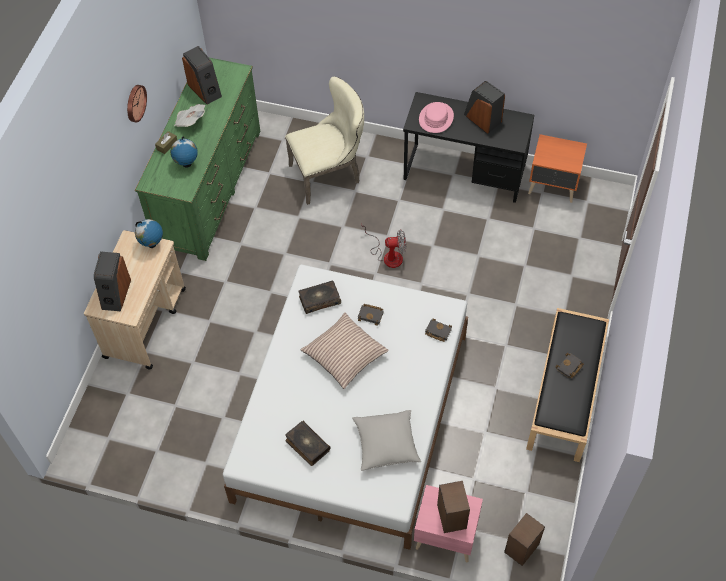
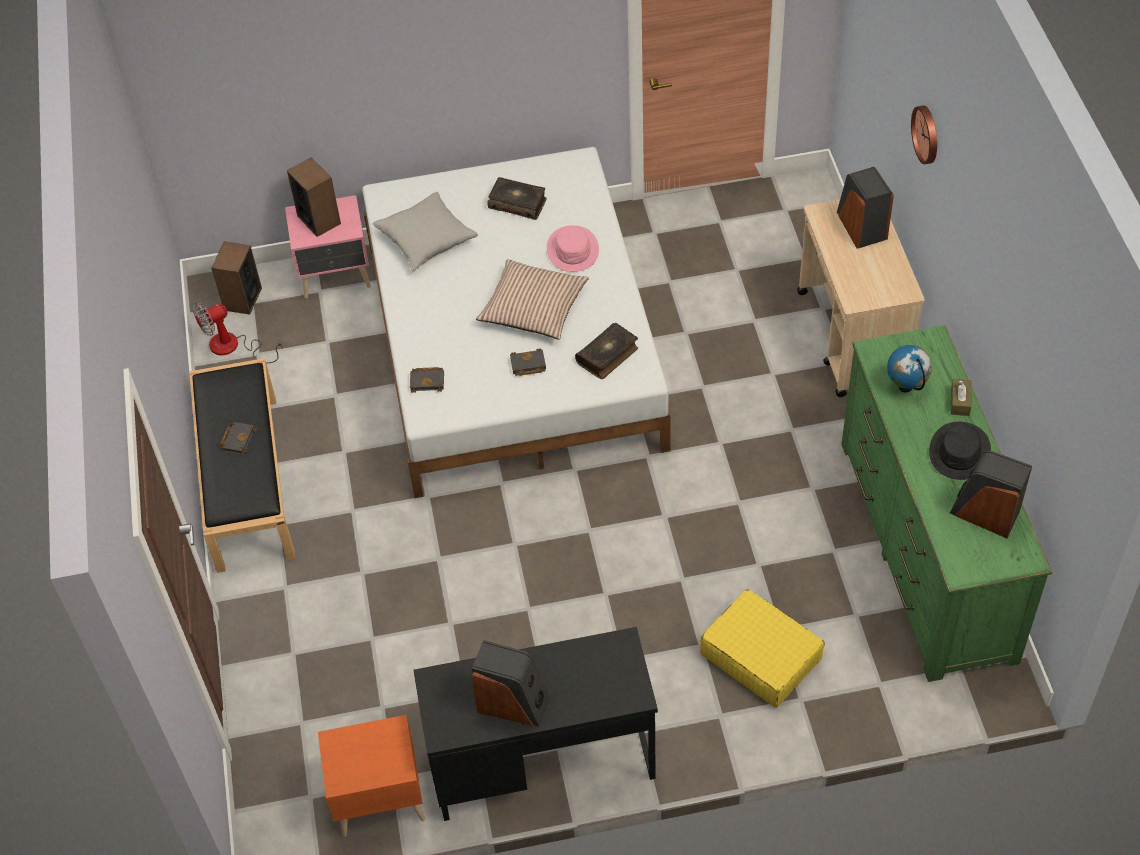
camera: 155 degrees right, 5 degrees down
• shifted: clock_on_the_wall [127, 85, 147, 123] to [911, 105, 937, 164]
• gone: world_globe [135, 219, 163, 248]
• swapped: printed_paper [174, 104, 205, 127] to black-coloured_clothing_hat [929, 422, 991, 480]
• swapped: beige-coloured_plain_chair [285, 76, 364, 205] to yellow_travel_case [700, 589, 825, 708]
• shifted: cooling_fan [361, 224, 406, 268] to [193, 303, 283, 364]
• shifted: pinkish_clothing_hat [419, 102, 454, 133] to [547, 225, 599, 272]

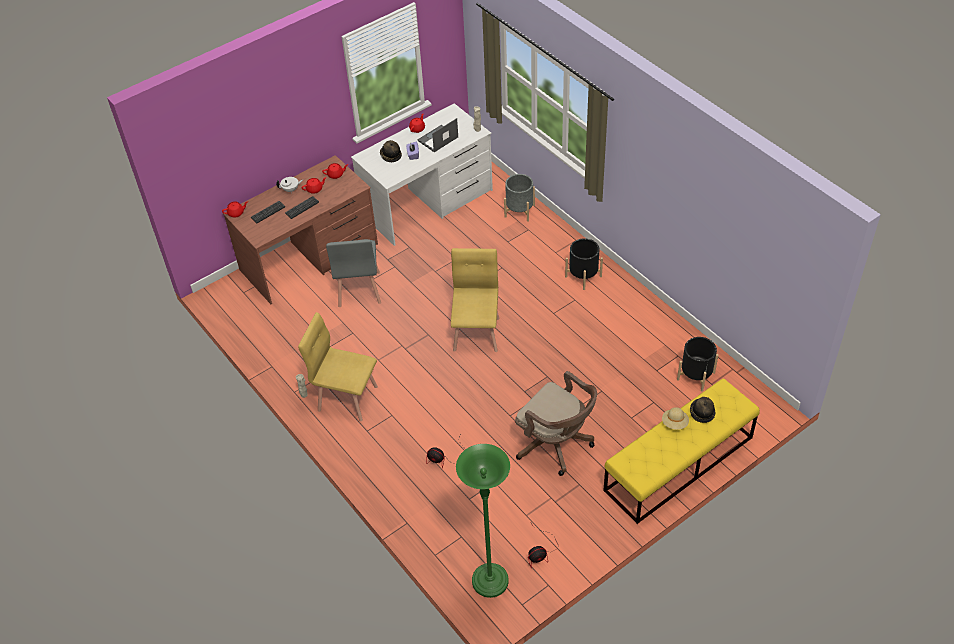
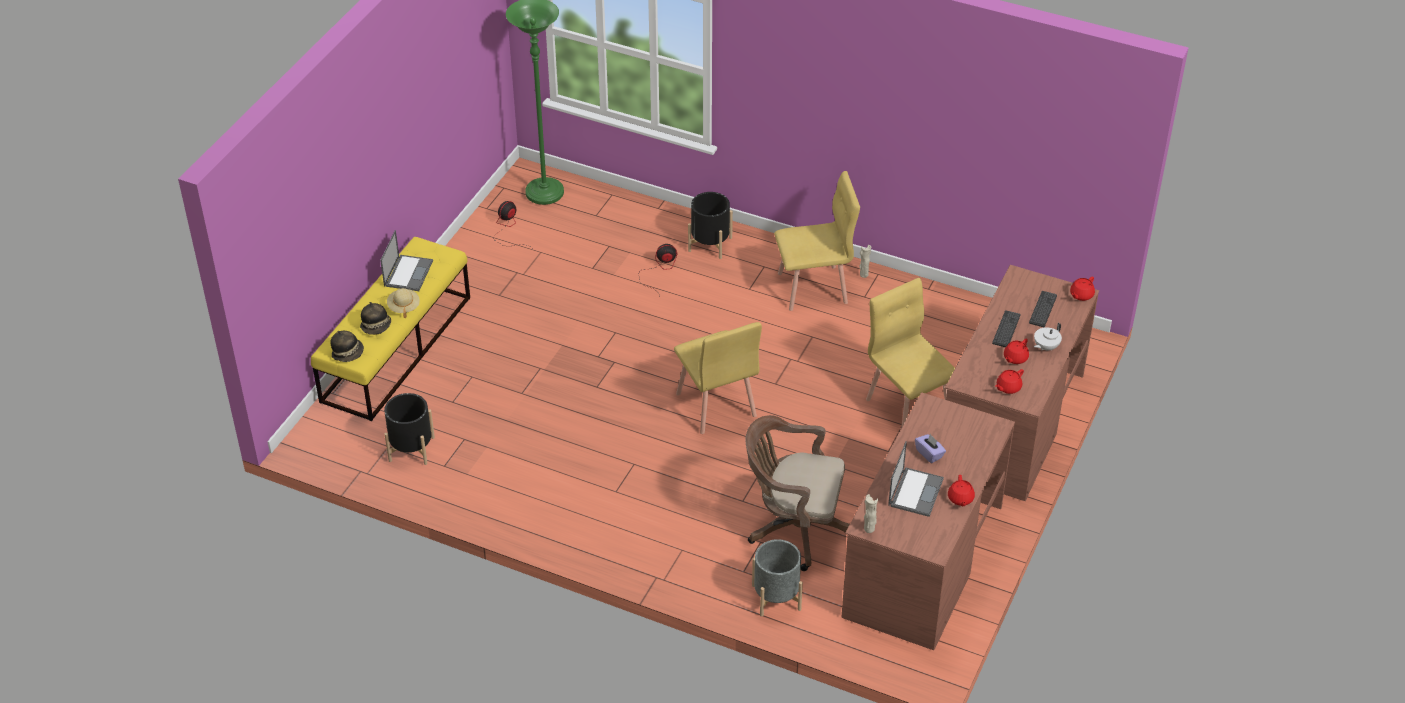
camera: 150 degrees right, 5 degrees down
• repainted: greyish_plain_chair [326, 239, 381, 307] to yellow_plain_chair [866, 278, 955, 429]
• repainted: white_desk_unit [351, 103, 493, 246] to brown_desk_unit [842, 392, 1015, 650]
• shifted: clothing_hat [380, 140, 402, 162] to [330, 331, 364, 362]
• shifted: brown_computer_chair [515, 371, 597, 476] to [746, 415, 850, 571]
• shifted: black-coloured_plant_pot [565, 238, 603, 290] to [688, 192, 733, 259]
• new: notebook_computer [380, 230, 433, 291]

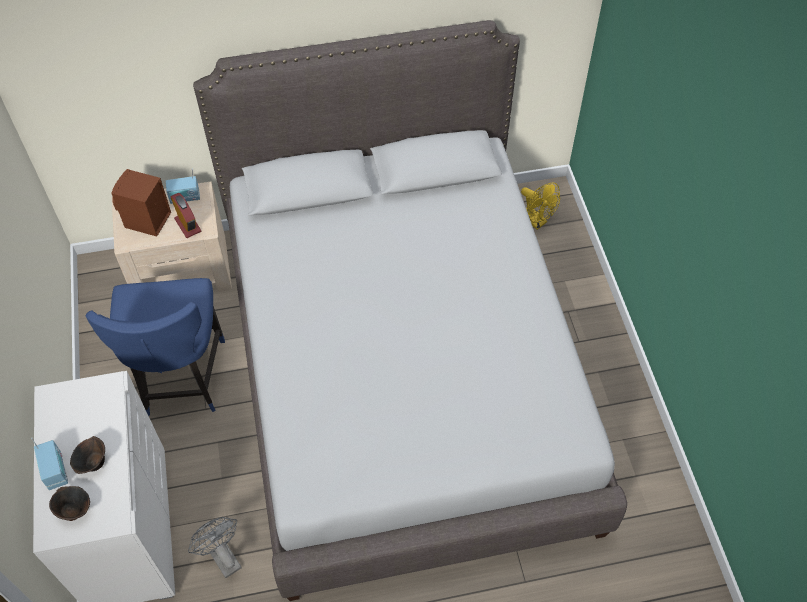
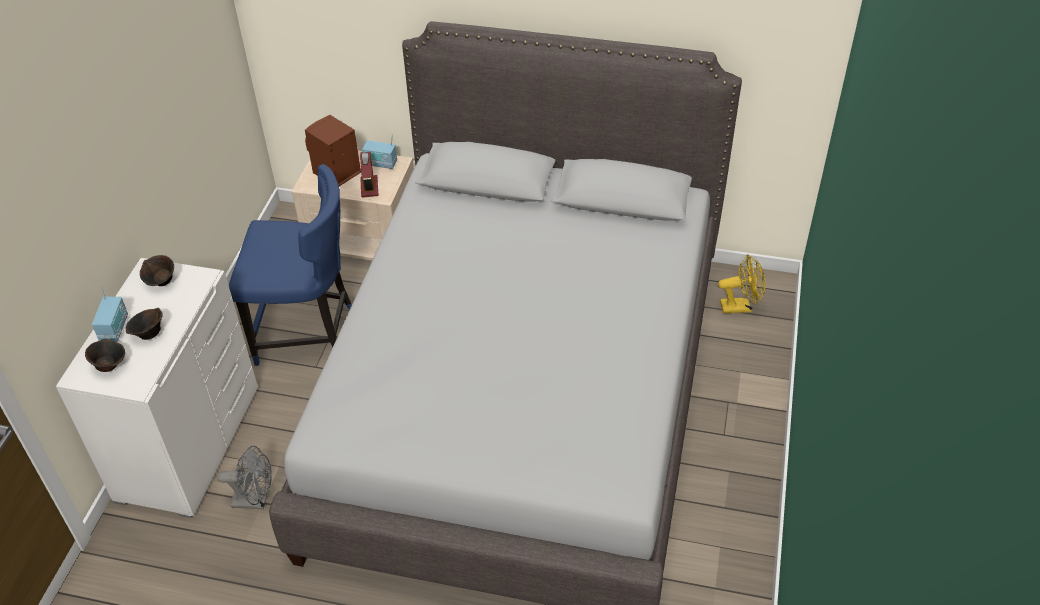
camera: 25 degrees right, 10 degrees down
• rotated: blue-coloured_plain_chair [85, 278, 225, 416] = [229, 164, 352, 366] 105 degrees counterclockwise
• rotated: greyish_cooling_fan [188, 517, 242, 578] = [217, 446, 272, 509] 105 degrees clockwise
• rotated: yellow_cooling_fan [521, 182, 560, 230] = [718, 254, 765, 314] 75 degrees counterclockwise
• new: brown_bowl [140, 255, 174, 286]

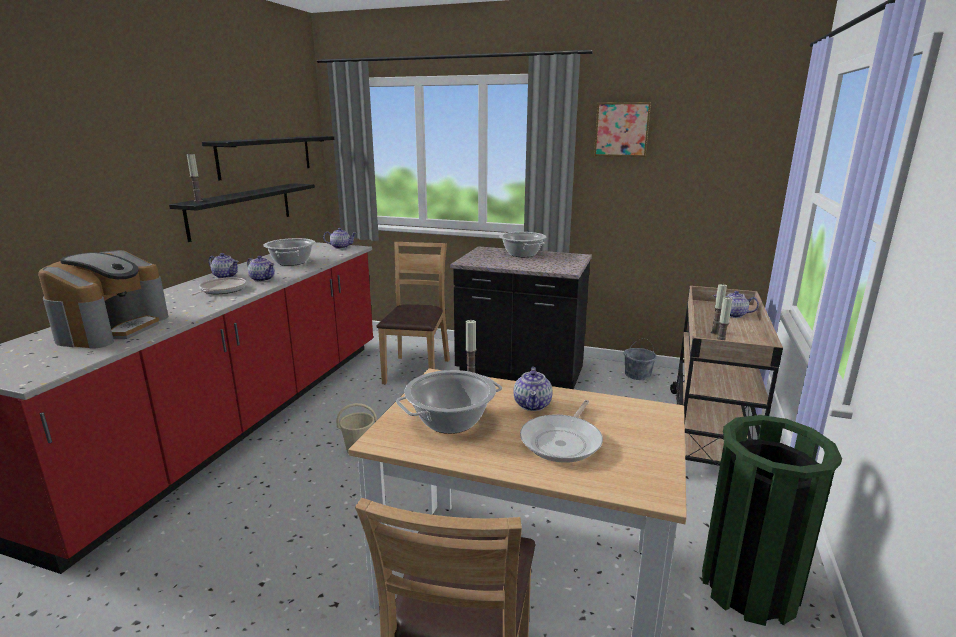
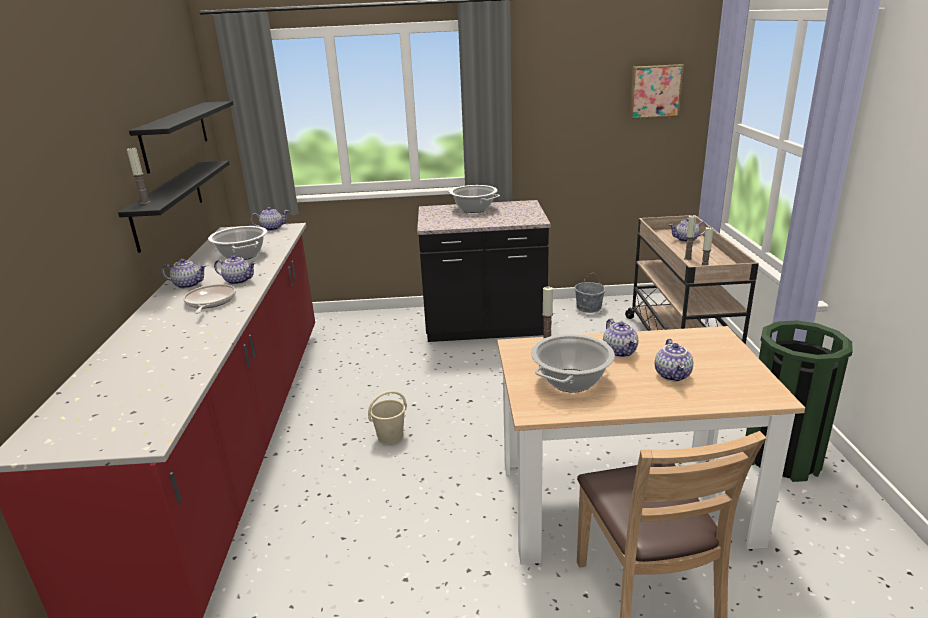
camera: 20 degrees left, 5 degrees up
• gone: coffee_machine [38, 250, 168, 349]
• gone: brown_plain_chair [377, 242, 450, 384]
• swapped: pan [520, 400, 603, 463] to pot_for_tea [655, 339, 693, 381]
• shifted: wall_picture [594, 102, 651, 157] to [629, 64, 684, 119]

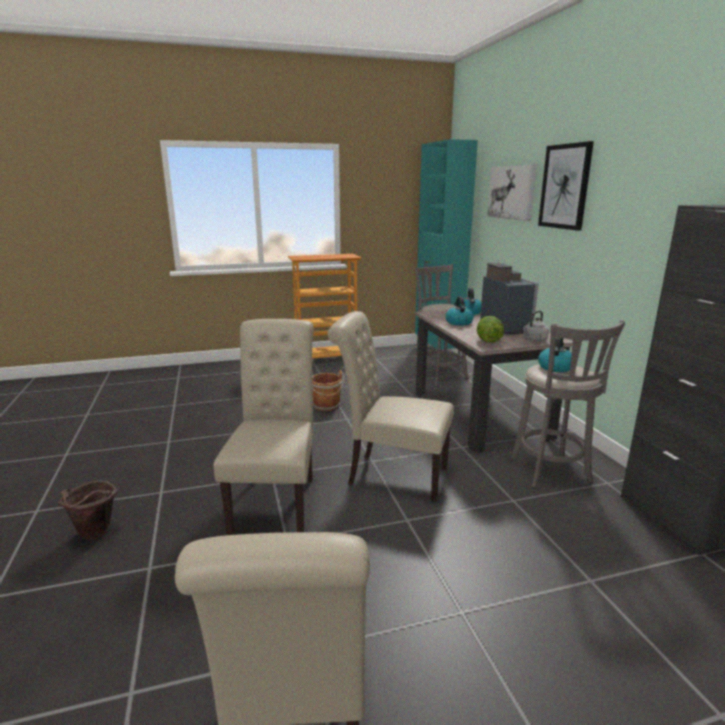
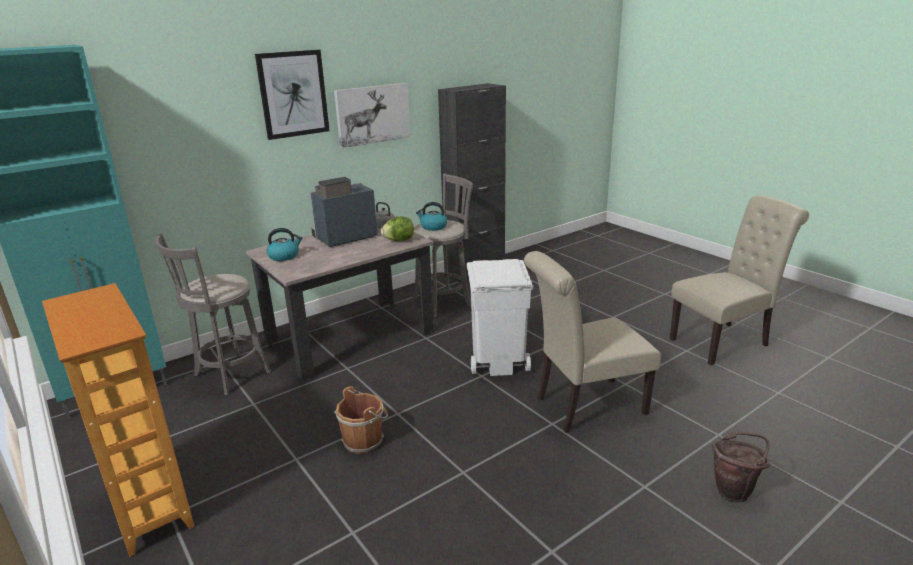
camera: 110 degrees left, 5 degrees up
• swapped: beige-coloured_plain_chair [328, 311, 454, 502] to white_rubbish_bin [467, 259, 533, 376]
• gone: tea_kettle [445, 296, 474, 326]
• shifted: wall_picture [487, 165, 537, 221] to [334, 83, 411, 148]

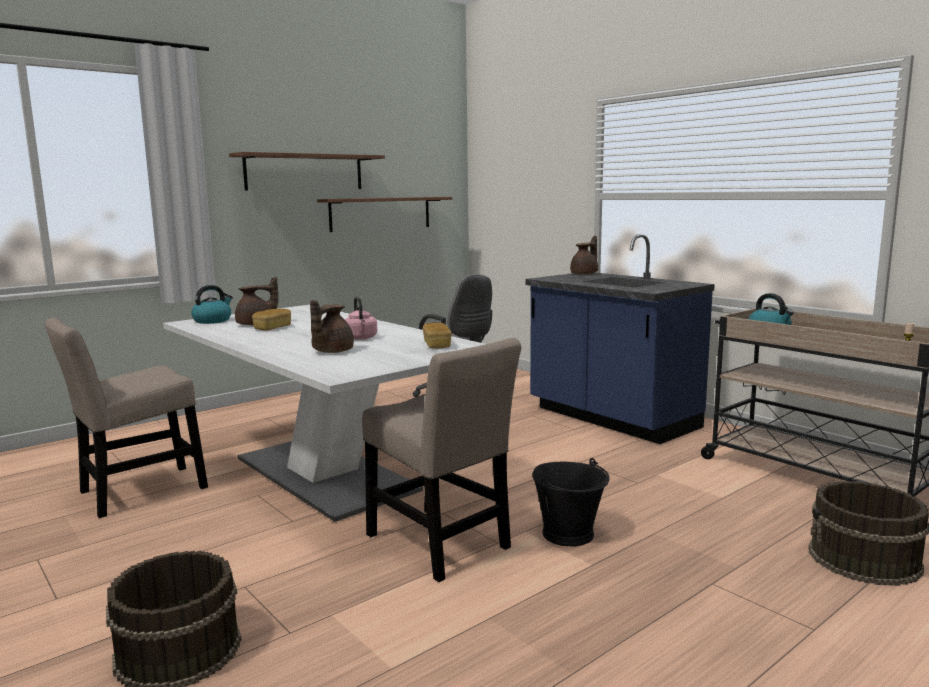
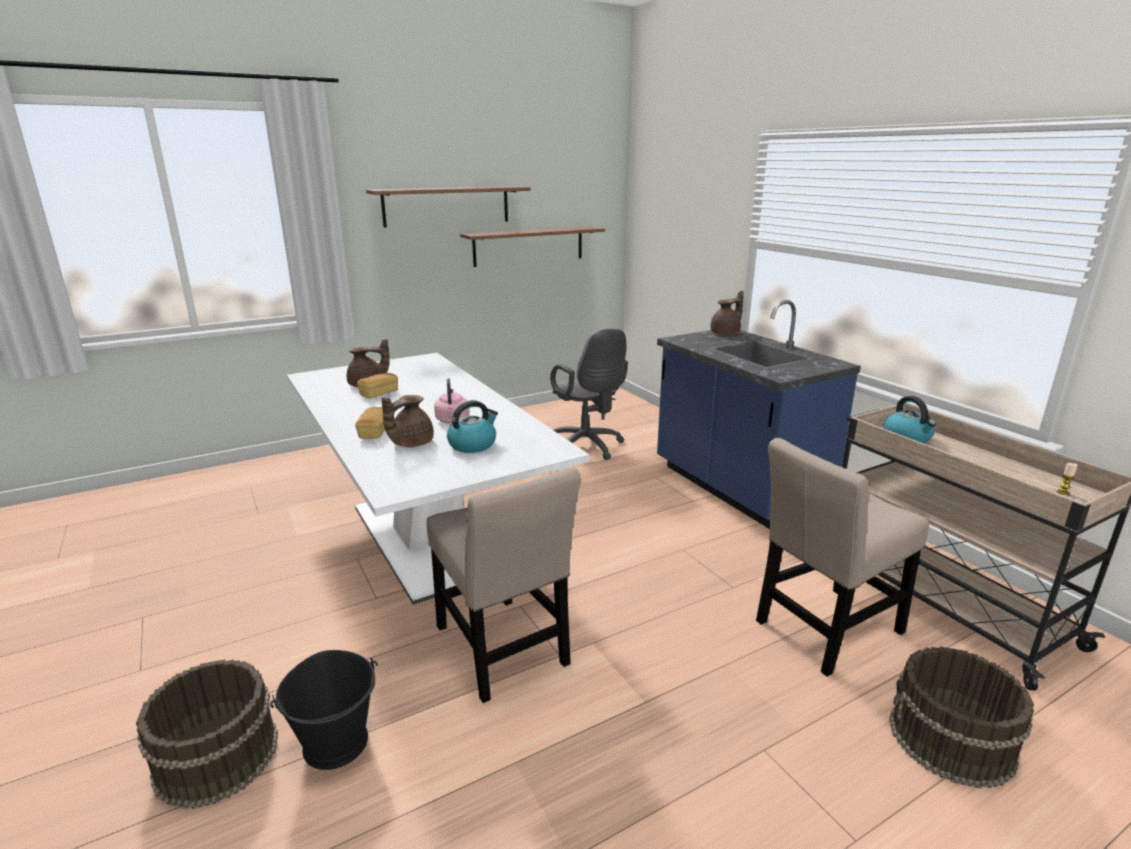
camera: 10 degrees right, 10 degrees up
• shifted: beige-coloured_plain_chair [45, 318, 208, 518] to [756, 438, 929, 677]
• shifted: tea_kettle [191, 285, 233, 324] to [447, 400, 498, 453]
• shifted: bread [423, 323, 452, 348] to [355, 407, 385, 439]
• shifted: black-coloured_water_bucket [532, 458, 609, 546] to [270, 650, 378, 770]

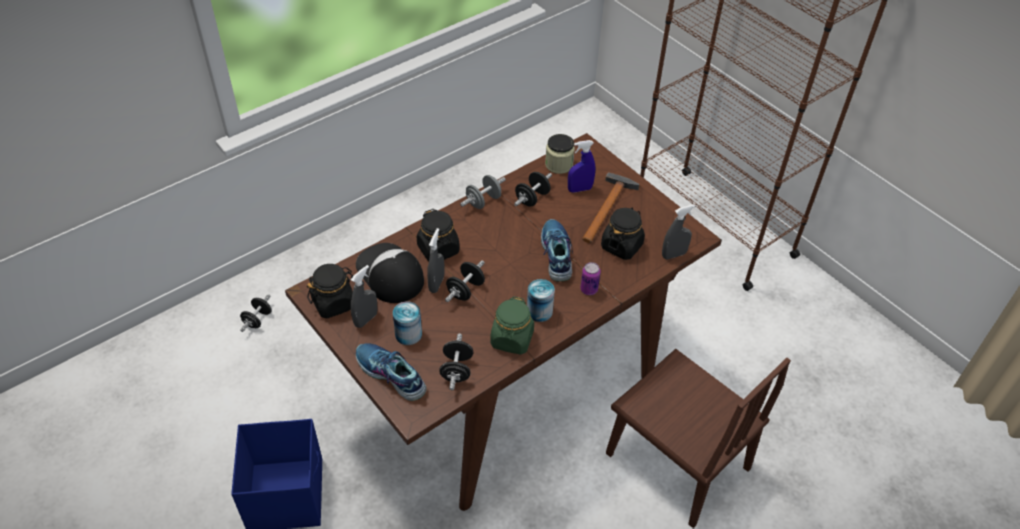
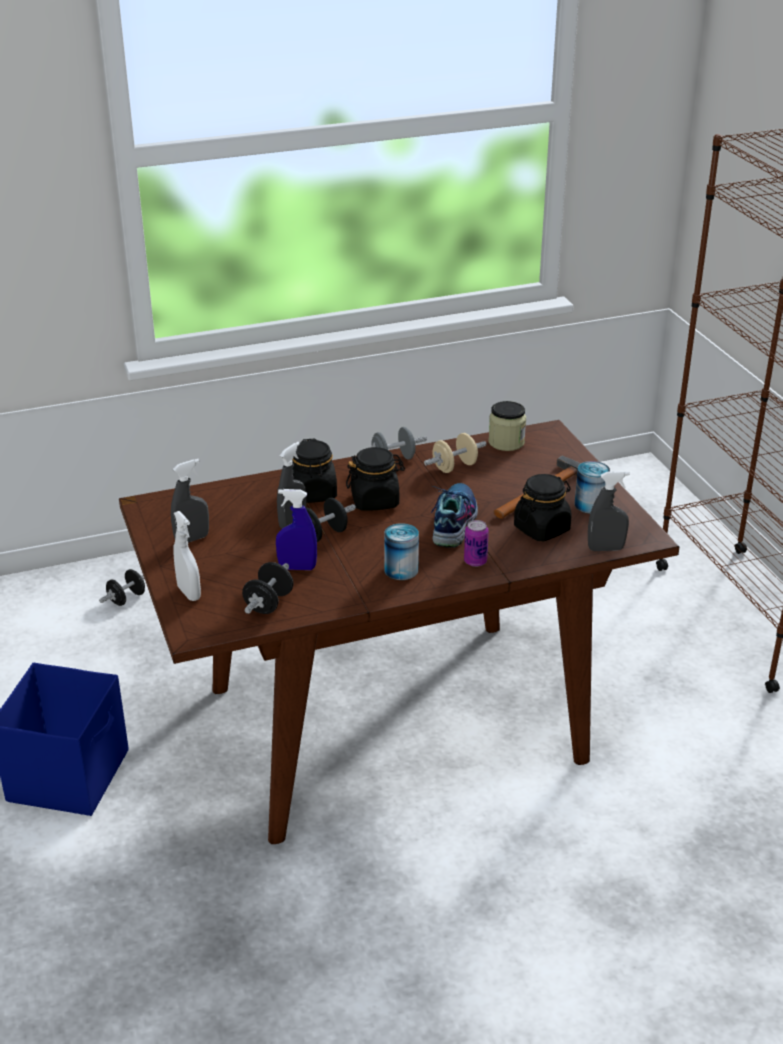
camera: 20 degrees right, 15 degrees down
• shifted: black-coloured_storage_jar [307, 264, 353, 319] to [346, 447, 405, 511]
• gone: baseball_cap [356, 243, 424, 303]
• swapped: low_shoe [356, 343, 426, 401] to white_spray_bottle [174, 511, 201, 601]
• shifted: can [393, 302, 422, 345] to [575, 461, 610, 514]
• gone: green_storage_jar [490, 296, 534, 355]
• repainted: black-coloured_hand_weight [514, 172, 552, 207] to beige-coloured_hand_weight [424, 433, 486, 473]
• shifted: blue-coloured_spray_bottle [568, 140, 595, 193] to [276, 489, 317, 570]
• gone: brown_plain_chair [606, 349, 791, 528]

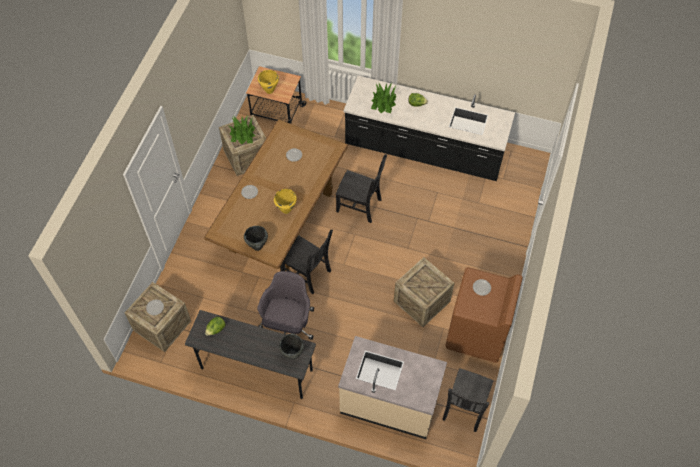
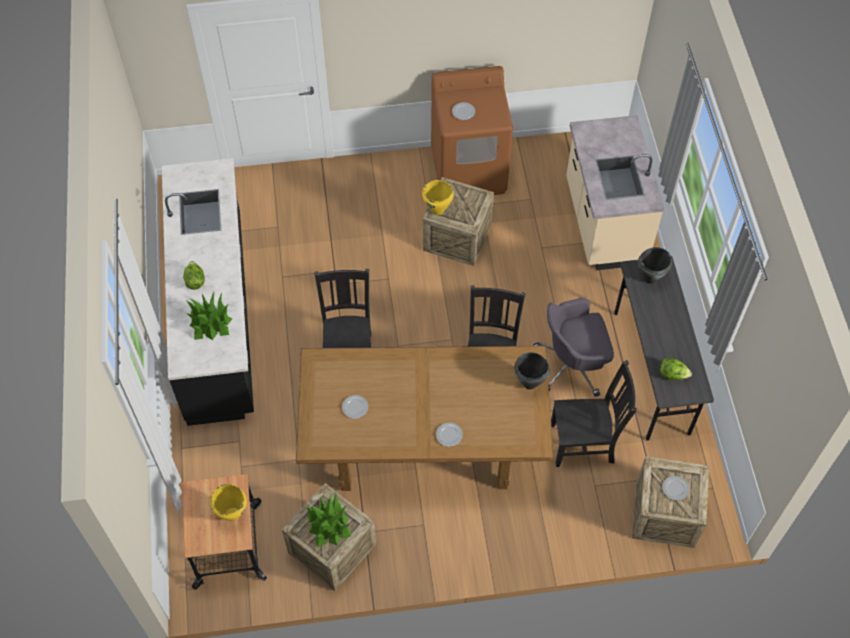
camera: 115 degrees left, 0 degrees up
• shifted: yellow_stockpot [274, 189, 297, 214] to [422, 180, 454, 215]
• shifted: black-coloured_plain_chair [442, 368, 494, 432] to [551, 360, 637, 467]

